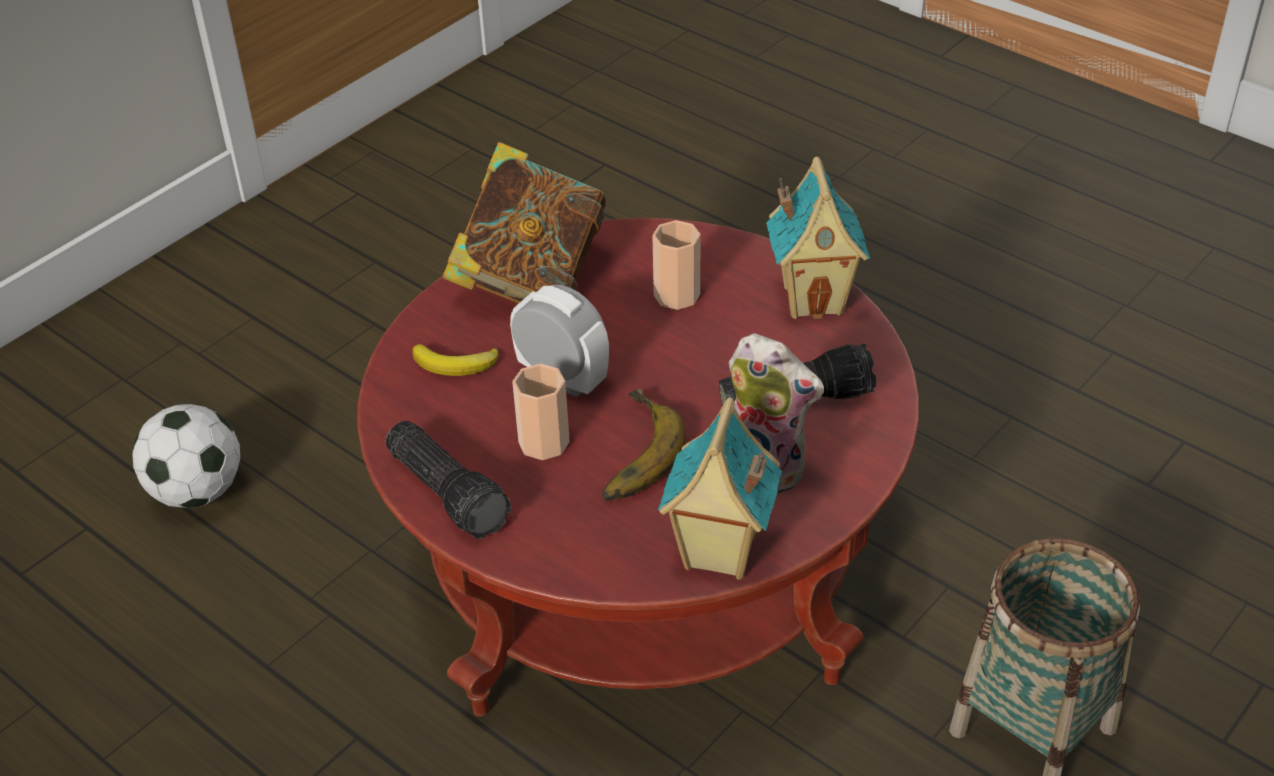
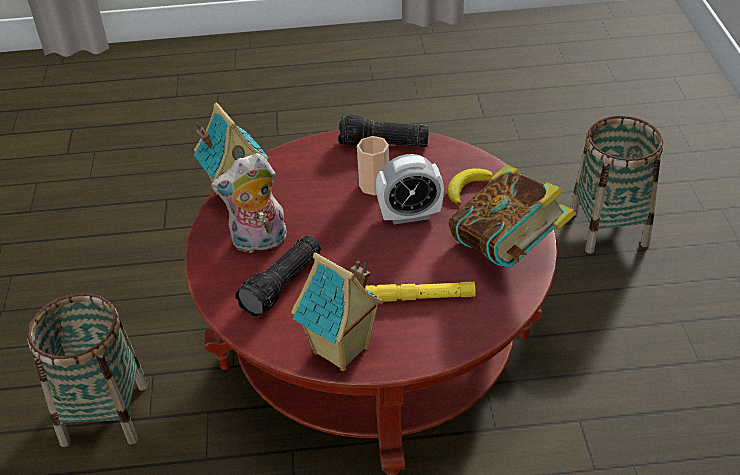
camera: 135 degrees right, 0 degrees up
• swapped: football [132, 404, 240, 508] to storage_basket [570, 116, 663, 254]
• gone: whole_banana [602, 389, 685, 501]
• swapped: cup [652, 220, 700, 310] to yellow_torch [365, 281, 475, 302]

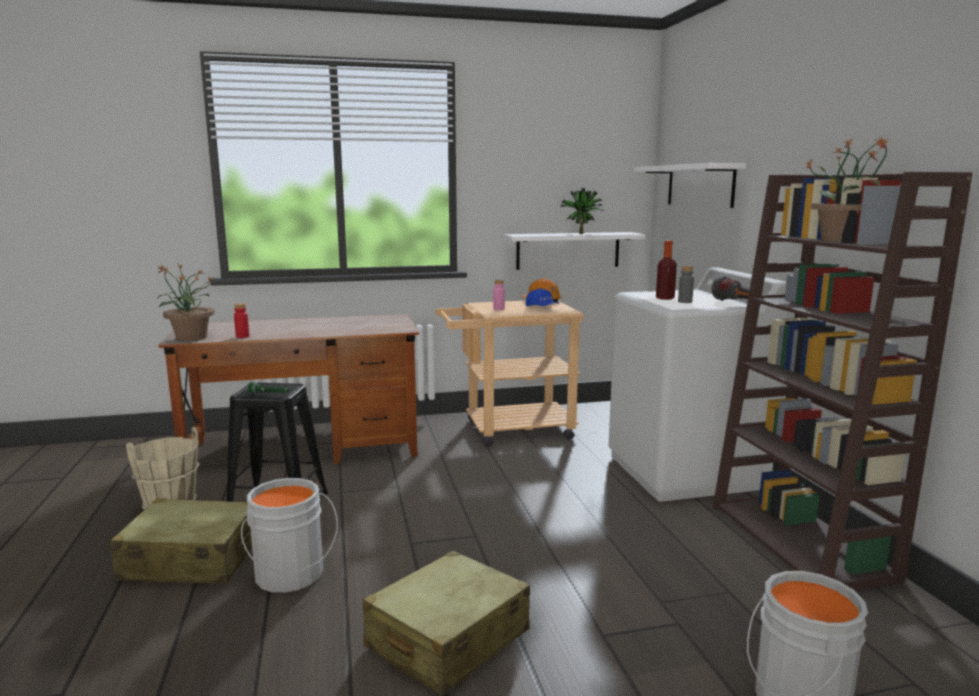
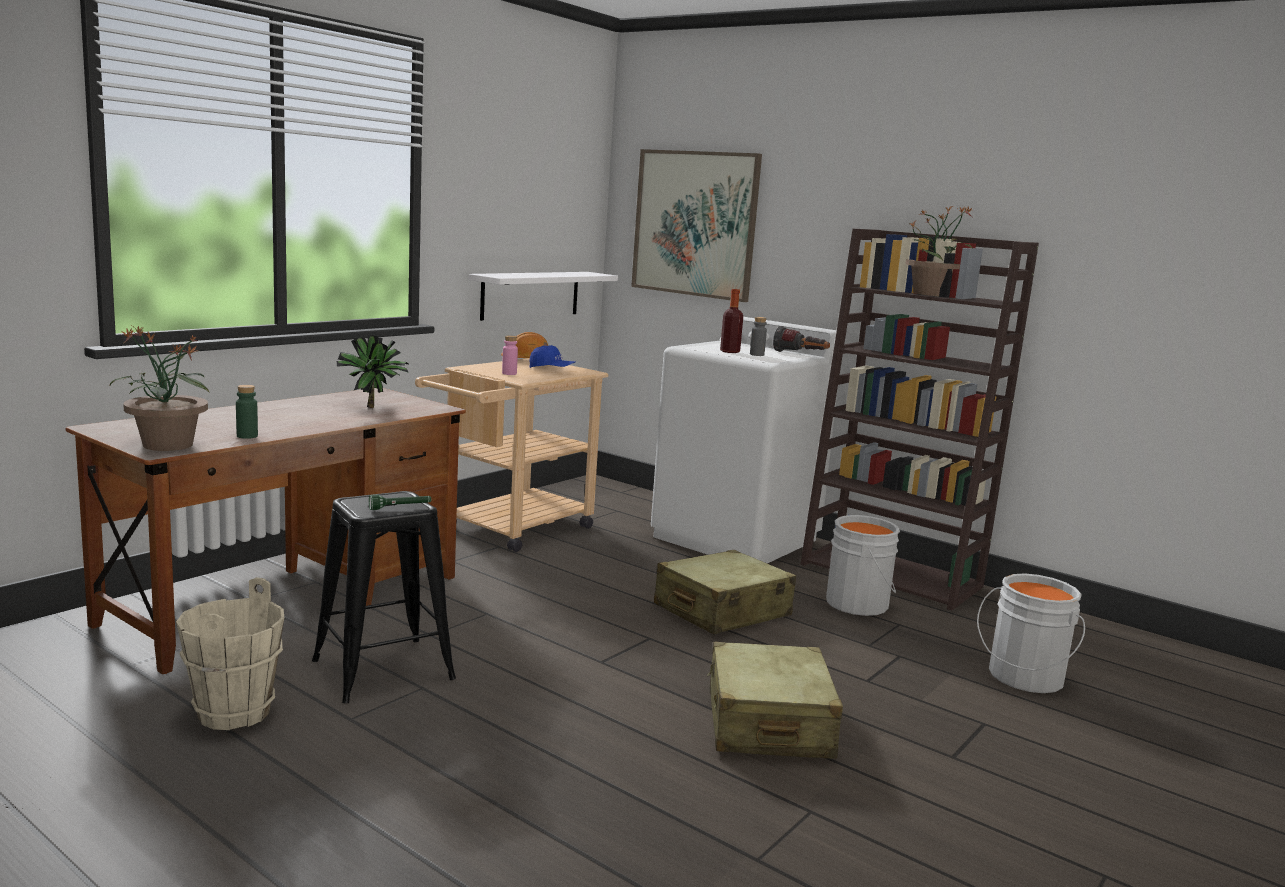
camera: 40 degrees left, 0 degrees up
• shifted: beige-coloured_travel_case [110, 498, 252, 584] to [654, 550, 796, 634]
• repainted: red-coloured_bottle [234, 303, 249, 338] to green_bottle [236, 385, 258, 439]
• shifted: greyish_water_bucket [241, 478, 338, 593] to [826, 515, 900, 616]
• shifted: plant_in_a_pot [560, 188, 604, 234] to [336, 334, 410, 408]
• swapped: white_wall_shelf [634, 163, 747, 208] to wall_picture [631, 149, 762, 302]

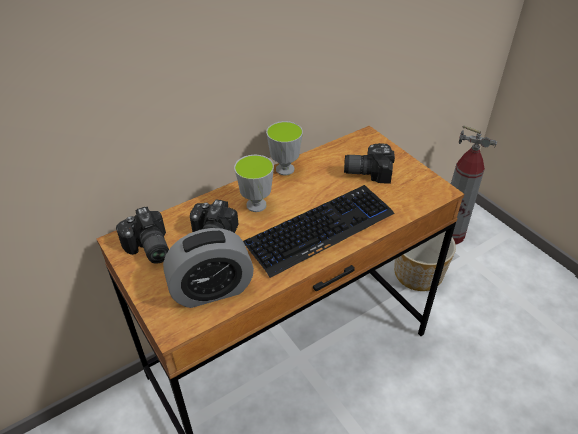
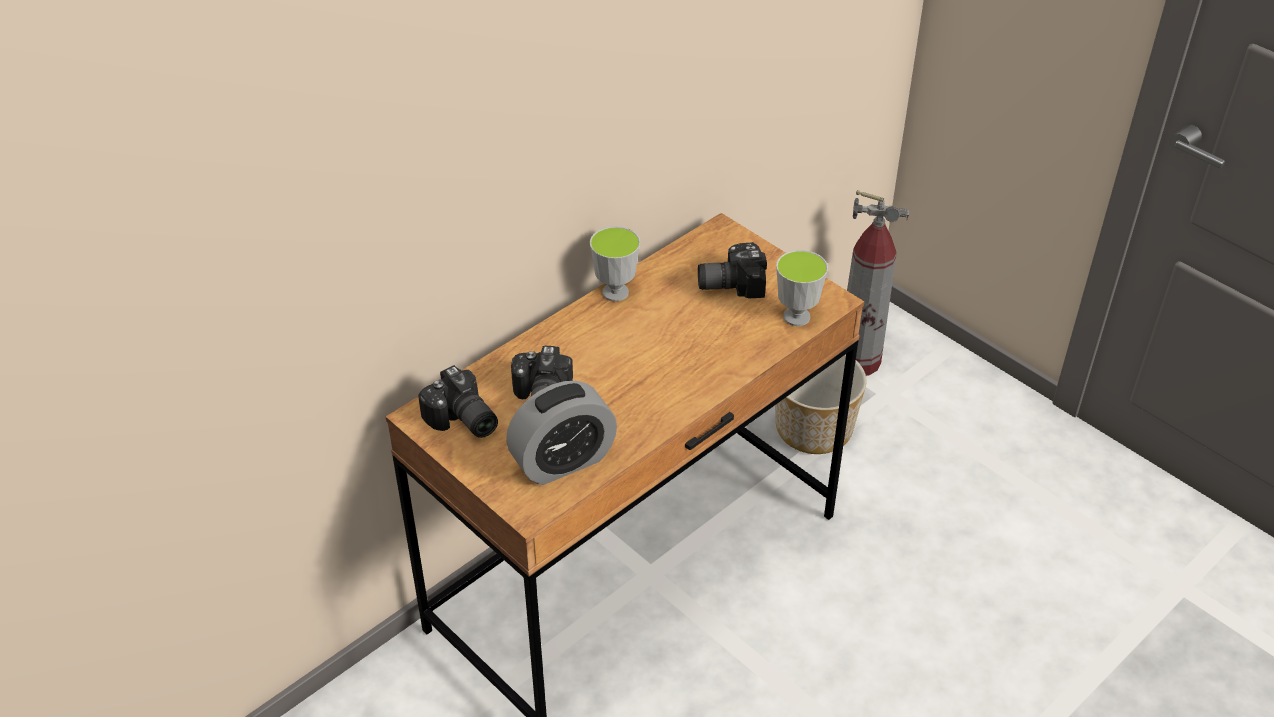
camera: 10 degrees left, 0 degrees up
• shifted: cup [234, 155, 274, 212] to [776, 250, 828, 326]
• gone: keyboard [243, 185, 395, 278]

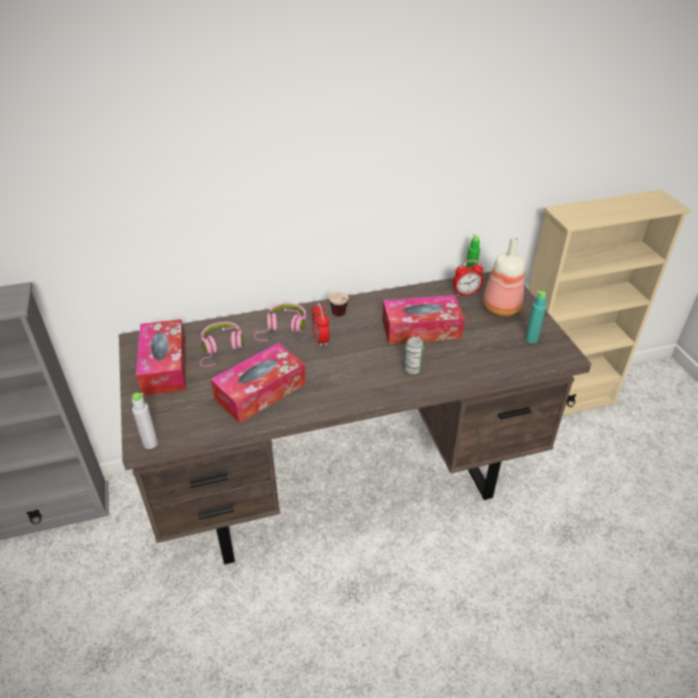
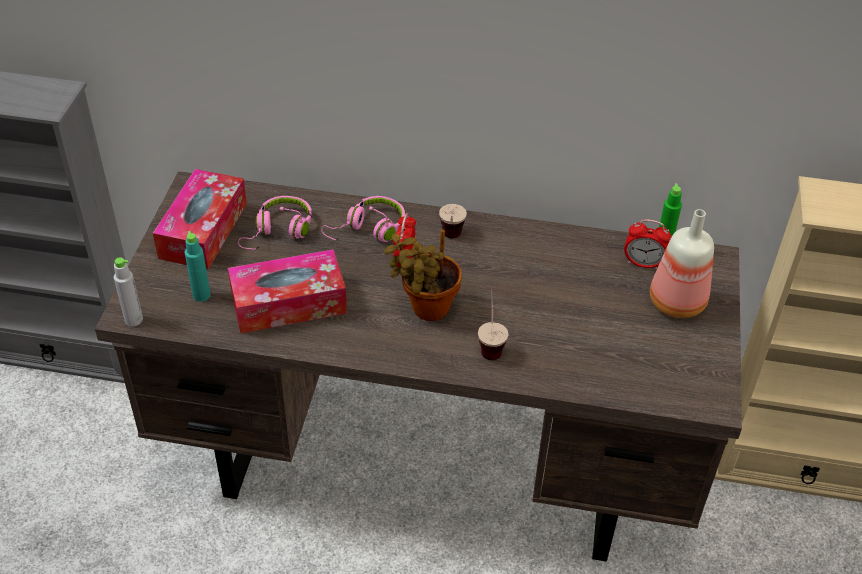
camera: 25 degrees right, 5 degrees up
• gone: tissue_box [383, 295, 465, 344]
• swapped: can [403, 337, 424, 374] to cup [478, 290, 508, 360]
• shifted: turquoise-coloured_bottle [525, 291, 546, 343] to [185, 231, 211, 302]
• new: plant_in_a_pot [384, 230, 462, 321]

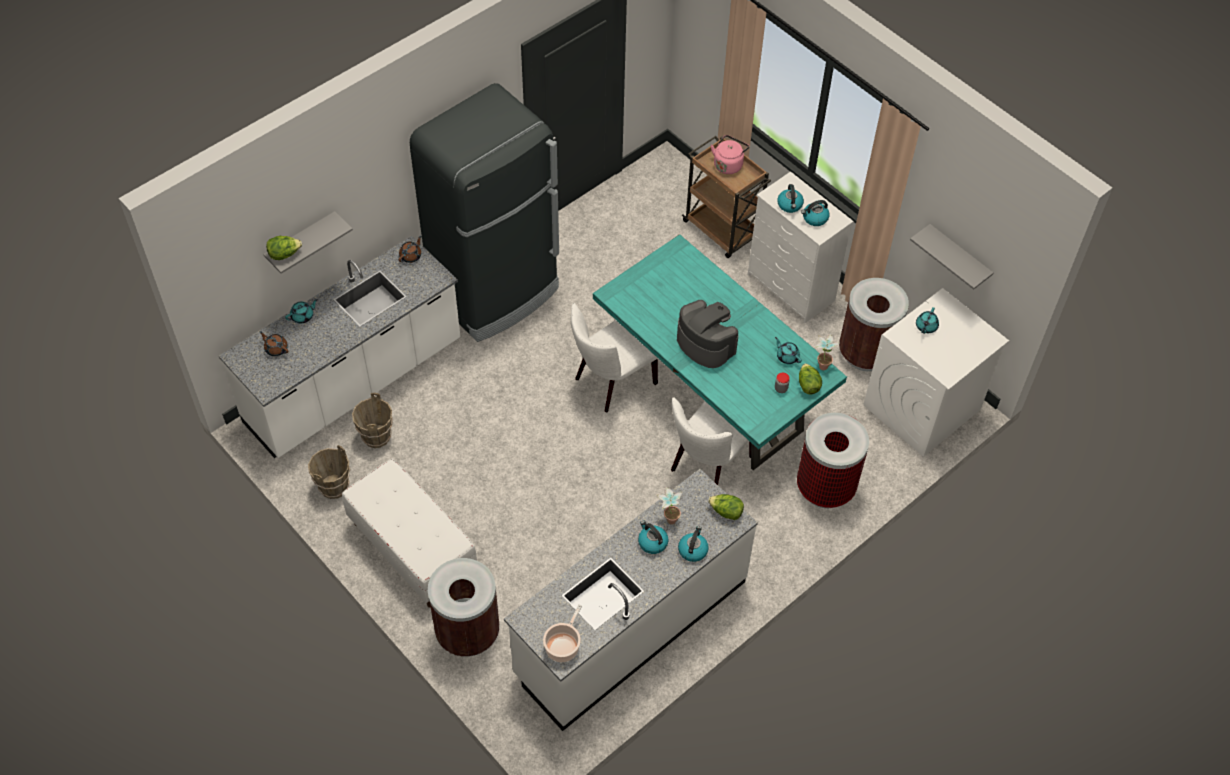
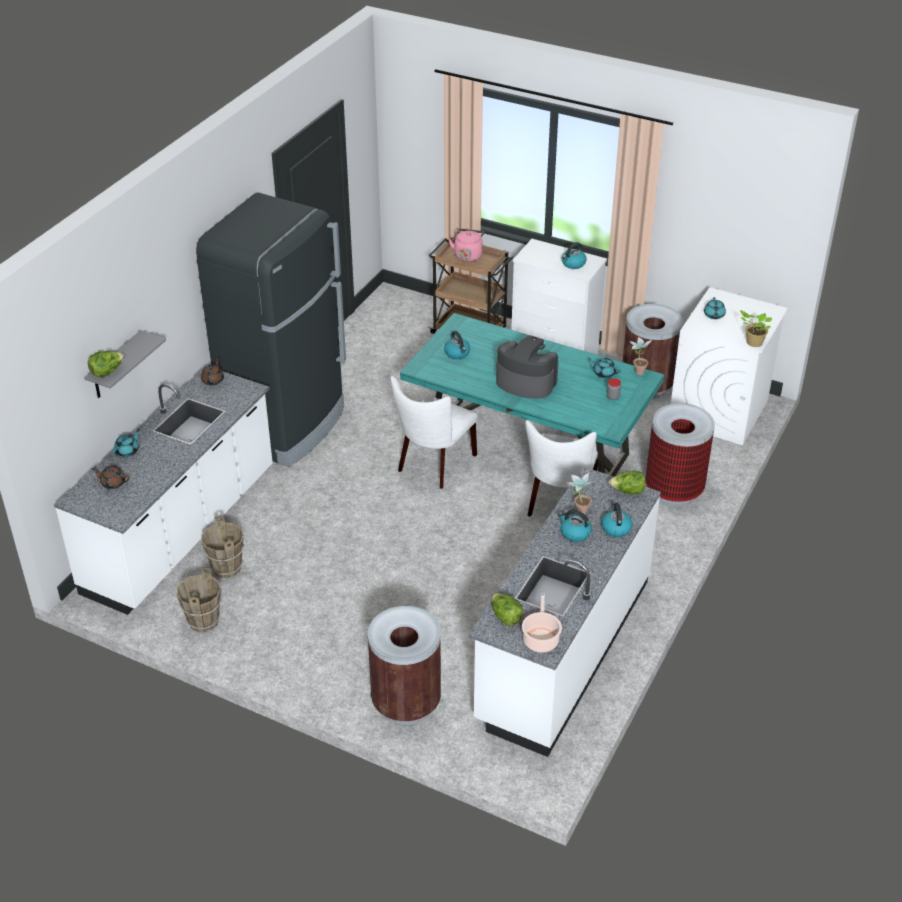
camera: 20 degrees left, 15 degrees down
• gone: white_long_seat [342, 459, 477, 608]
• shifted: tea_kettle [777, 184, 804, 213] to [444, 331, 470, 359]
• shifted: lettuce [799, 363, 822, 394] to [492, 593, 523, 626]
• gone: greyish_wall_shelf [910, 224, 994, 290]
• new: plant_in_a_pot [740, 310, 772, 347]

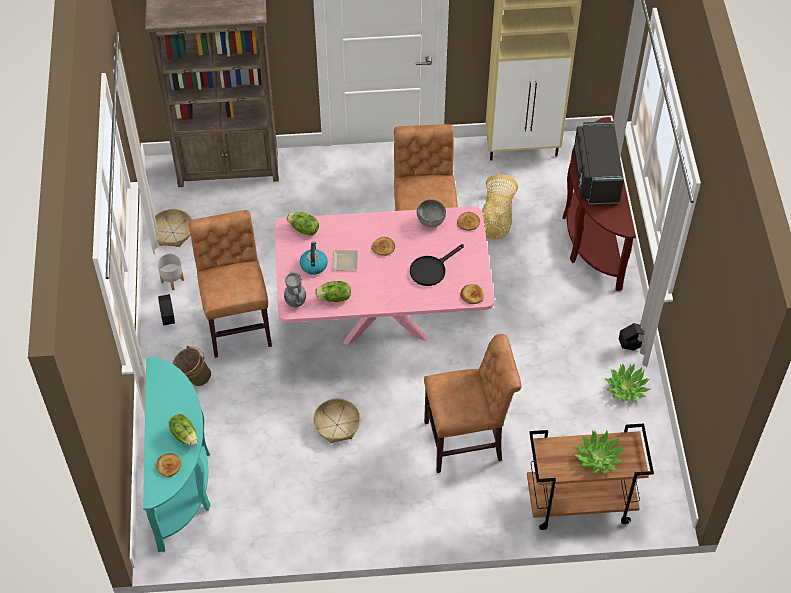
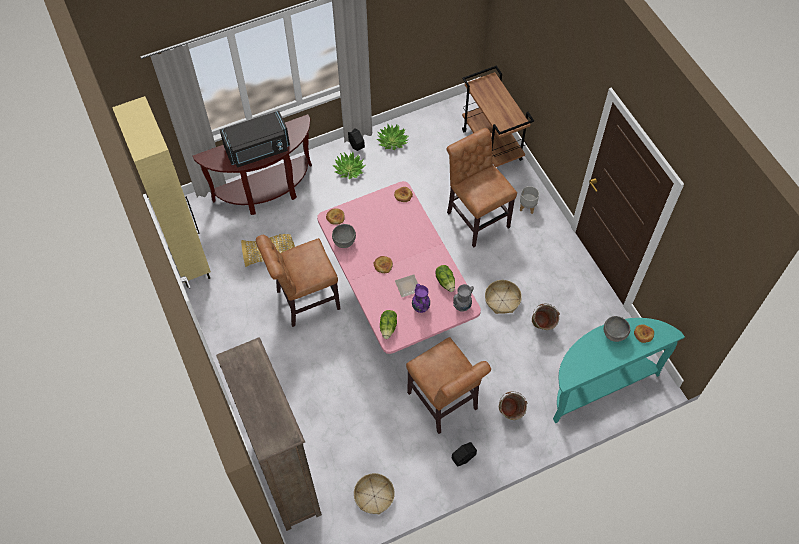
camera: 110 degrees left, 5 degrees up
• shifted: greyish_plant_pot [157, 254, 184, 290] to [520, 186, 539, 214]
• swapped: lettuce [169, 414, 197, 446] to greyish_bowl [604, 316, 630, 342]
• rotated: brown_plain_chair [189, 210, 272, 358] = [406, 337, 491, 434] 90 degrees counterclockwise
• swapped: tea_kettle [300, 242, 328, 275] to purplish_flower_vase [412, 284, 430, 313]
• gone: black-coloured_pan [410, 244, 464, 286]
• shifted: plant_in_a_pot [575, 430, 626, 474] to [332, 151, 365, 179]
• new: green_water_bucket [532, 304, 560, 330]

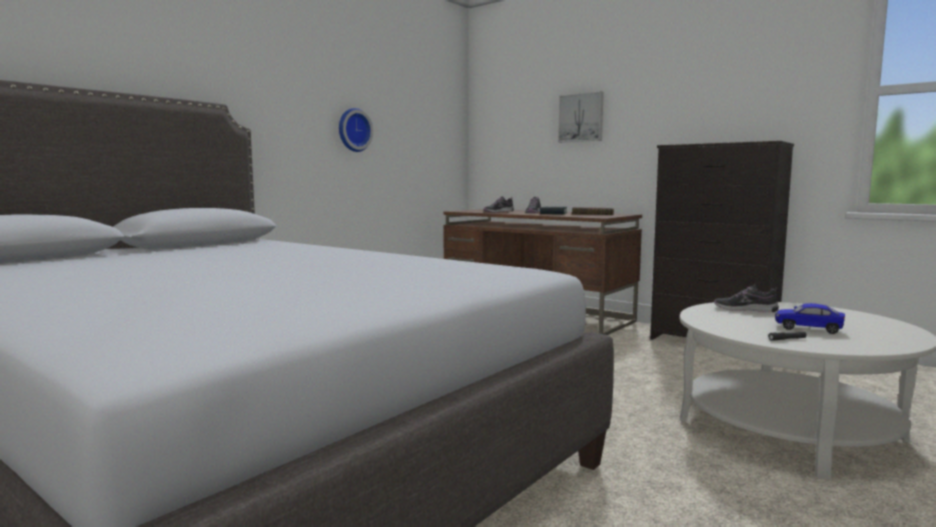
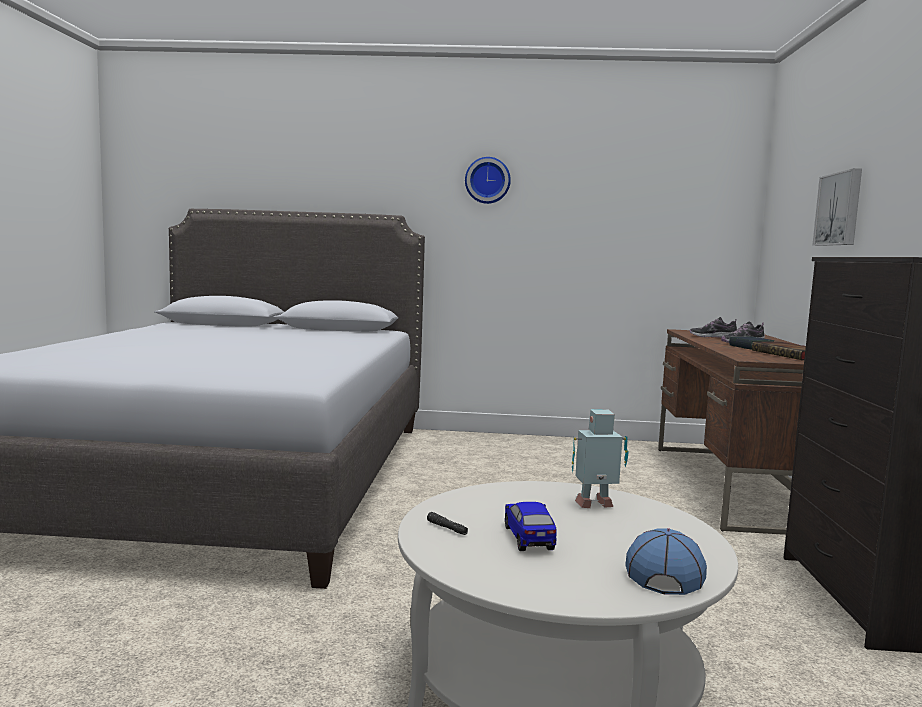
camera: 55 degrees right, 0 degrees up
• shifted: clock_on_the_wall [339, 108, 373, 152] to [465, 157, 511, 204]
• swapped: low_shoe [714, 284, 779, 312] to model_robot [572, 409, 629, 508]
• new: baseball_cap [625, 528, 707, 595]

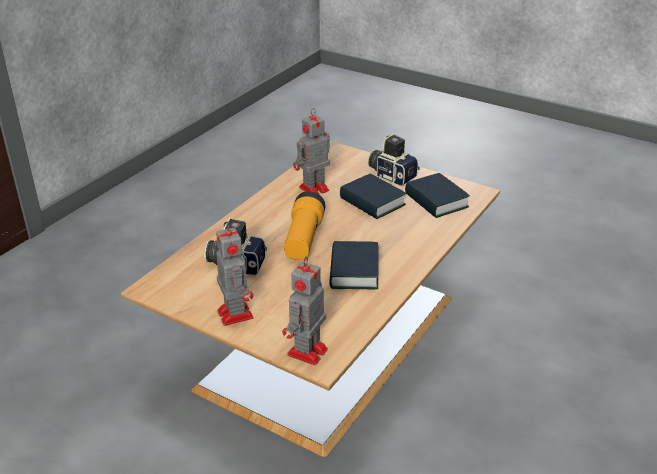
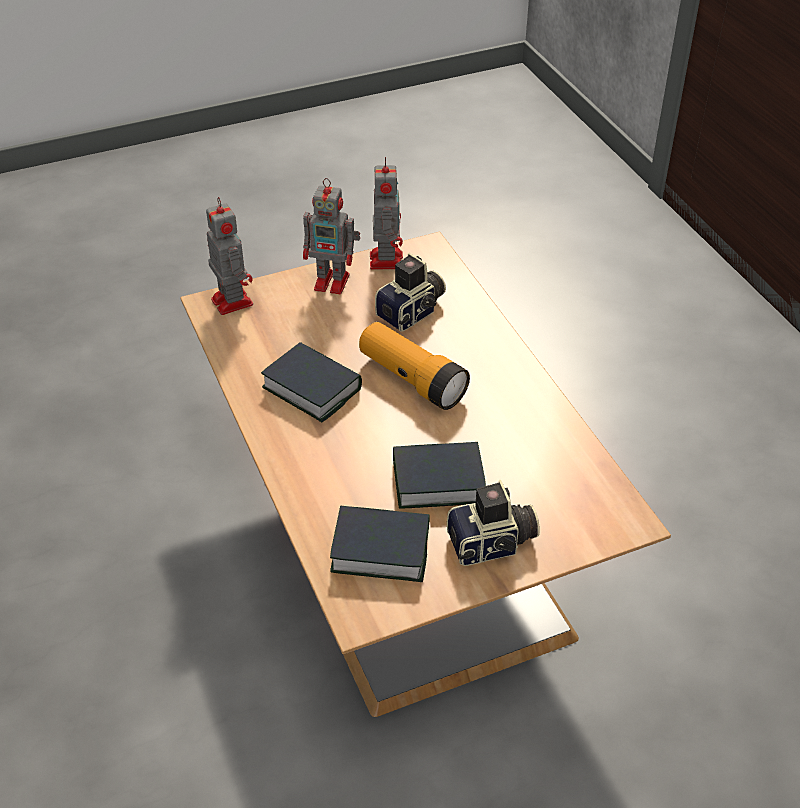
camera: 125 degrees right, 10 degrees up
• shifted: model_robot [293, 108, 330, 195] to [370, 157, 403, 270]

